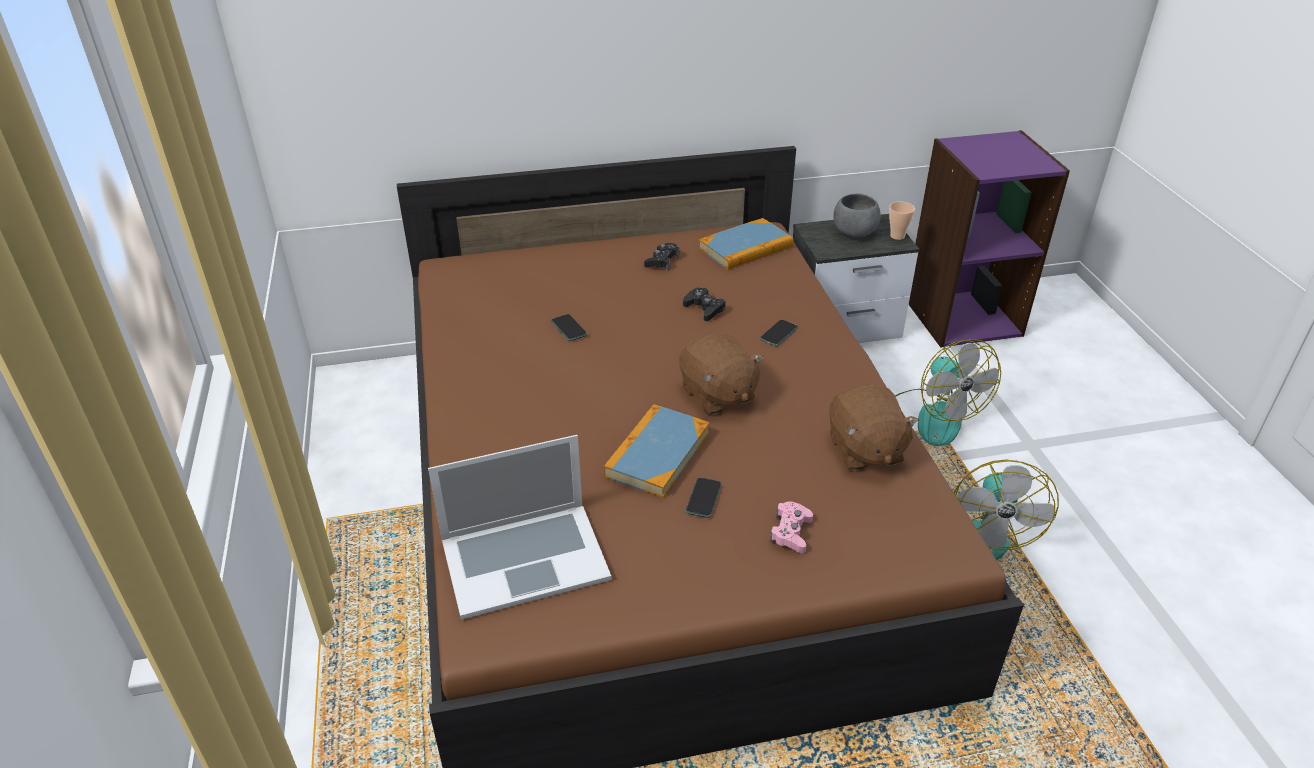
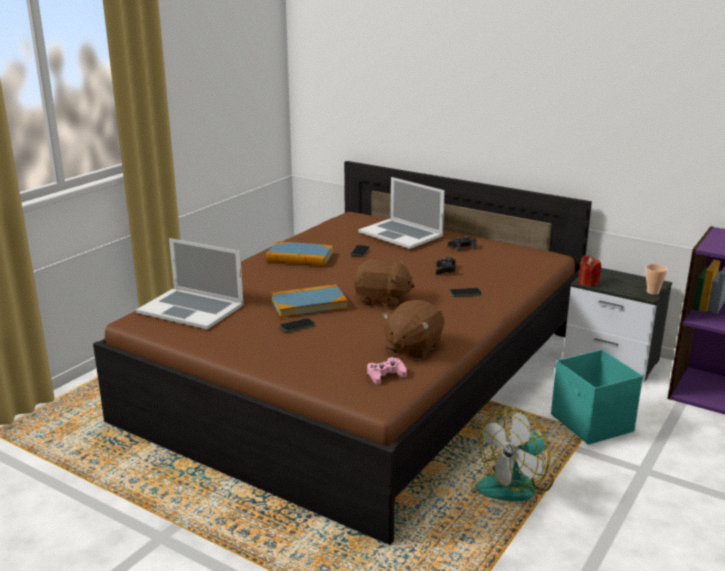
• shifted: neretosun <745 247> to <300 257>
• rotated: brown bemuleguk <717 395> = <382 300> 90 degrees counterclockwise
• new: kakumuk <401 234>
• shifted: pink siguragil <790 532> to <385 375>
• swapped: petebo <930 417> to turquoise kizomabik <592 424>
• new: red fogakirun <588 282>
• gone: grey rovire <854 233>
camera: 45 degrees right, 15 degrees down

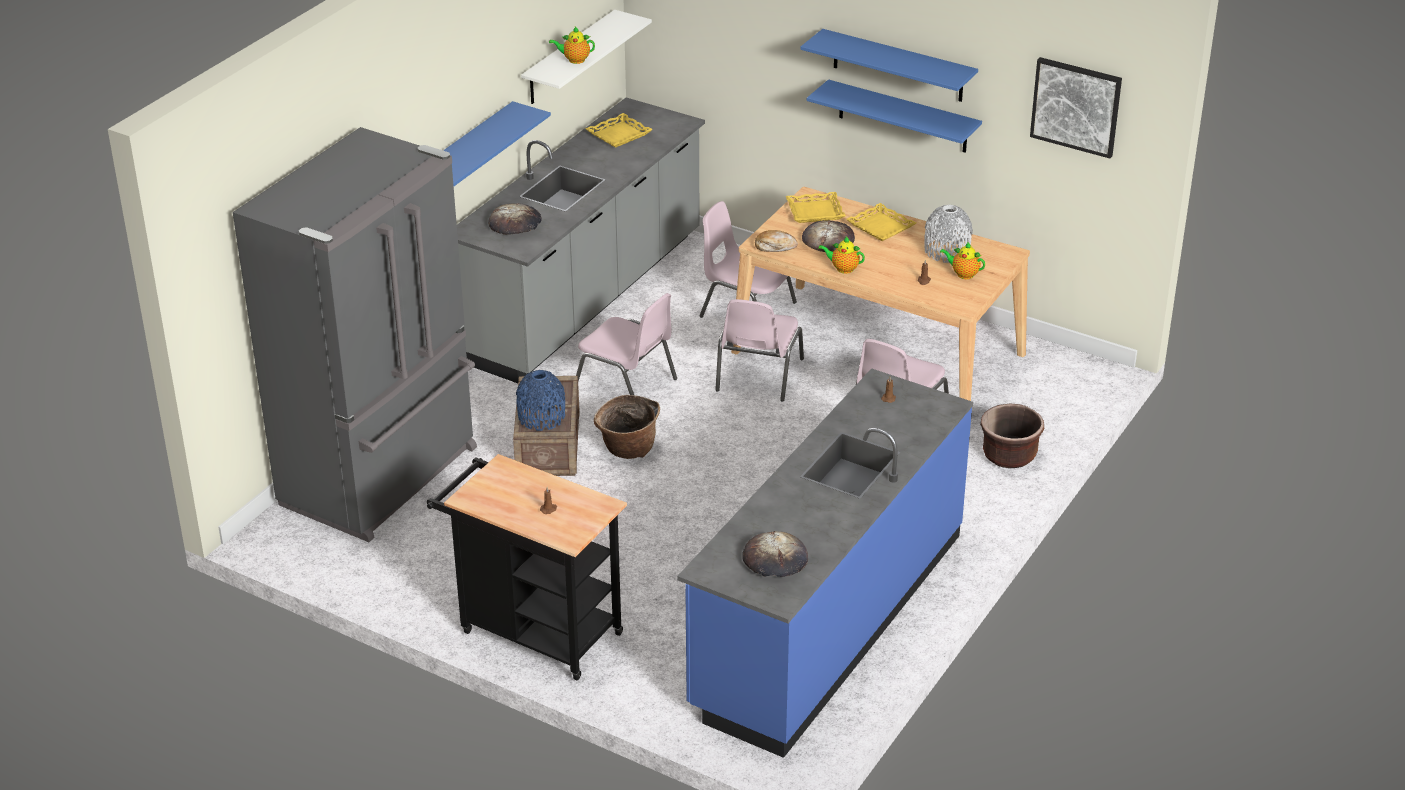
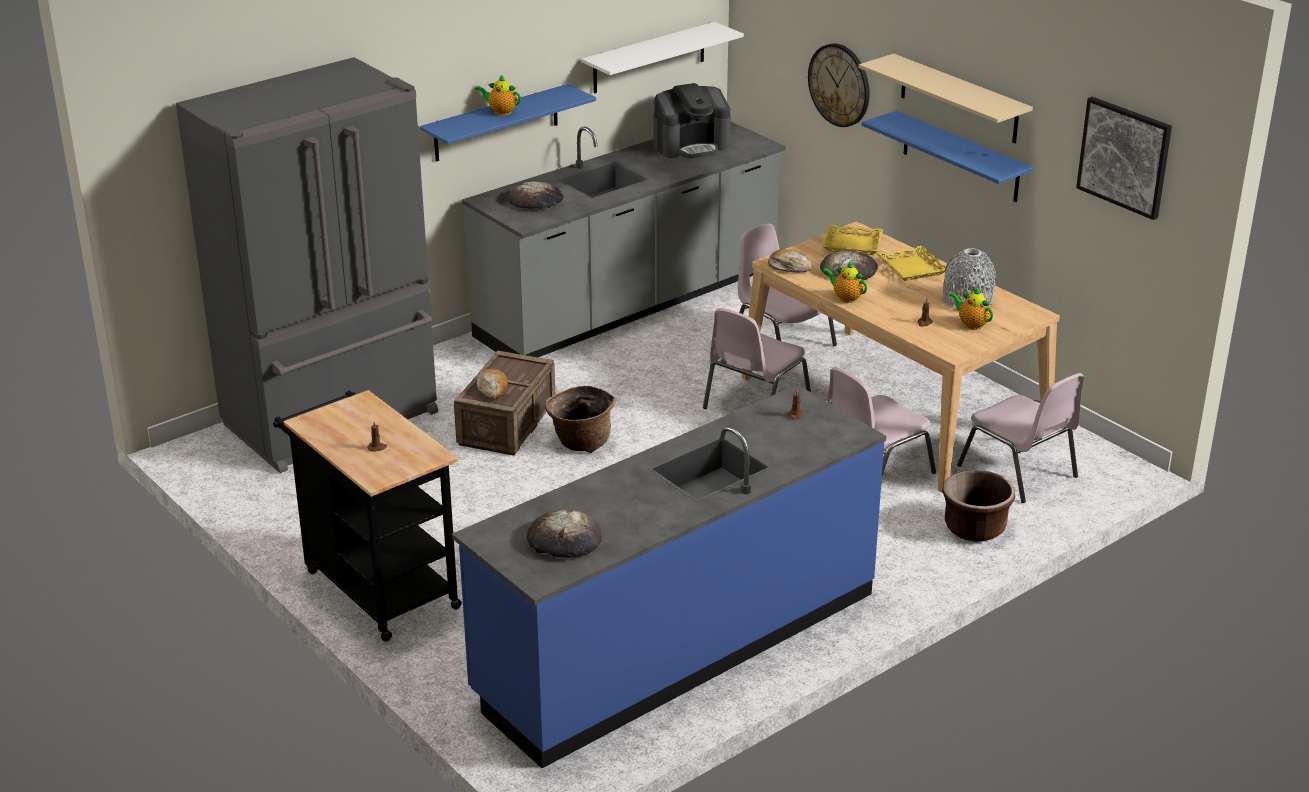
• shifted: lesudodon <574 60> to <501 112>
• swapped: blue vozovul <541 417> to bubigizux <493 389>
• swapped: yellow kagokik <618 134> to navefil <691 145>
• new: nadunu <839 85>
• repainted: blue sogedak <898 66> to beige sogedak <959 99>
• shifted: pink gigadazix <627 385> to <1019 472>
camera: 20 degrees right, 5 degrees down

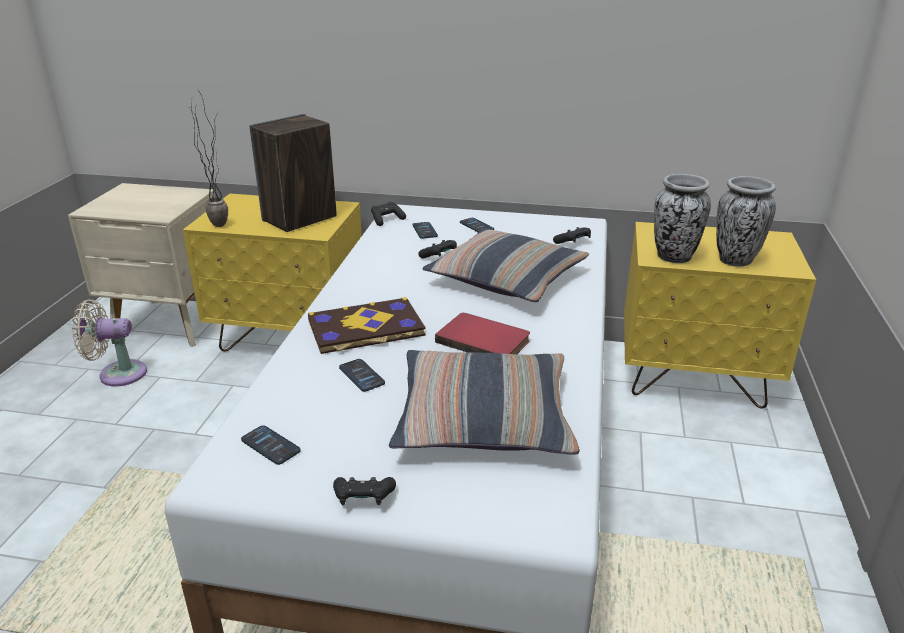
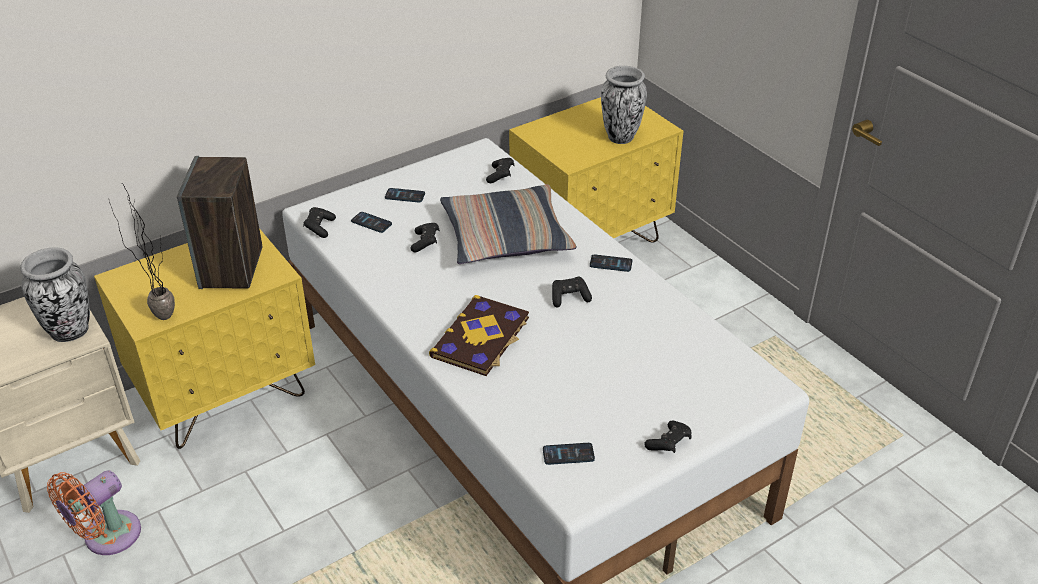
• shifted: vozovul <674 257> to <70 332>
• repainted: beige petebo <118 374> to orange petebo <107 537>
• swapped: red neretosun <484 340> to black siguragil <569 298>
• shifted: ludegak <361 376> to <610 264>
• gone: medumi <484 418>
camera: 45 degrees left, 10 degrees up

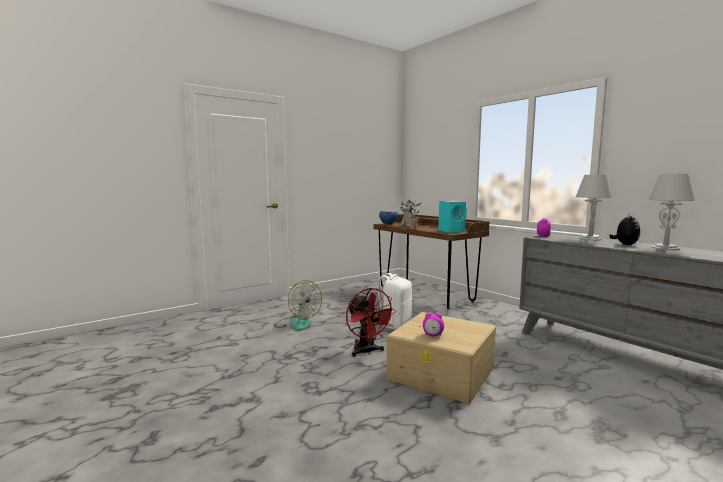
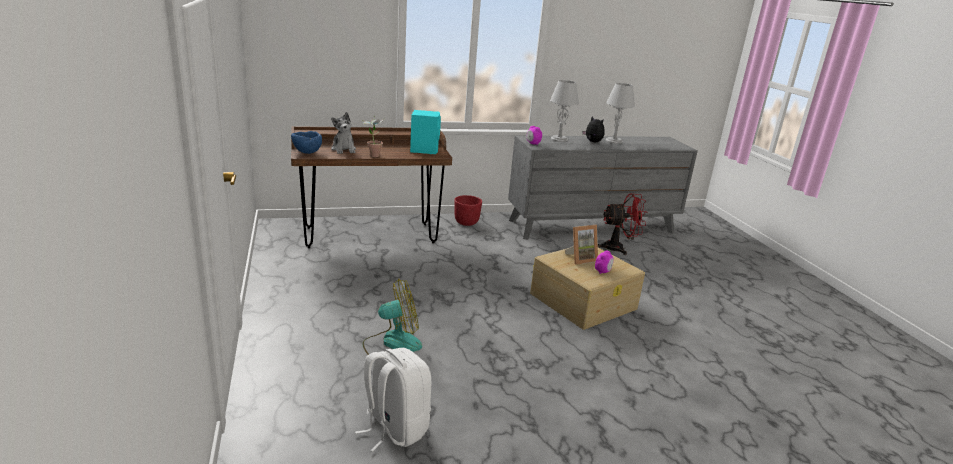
• shifted: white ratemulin <394 324> to <394 428>
• new: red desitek <466 223>
• new: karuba <580 259>
• shifted: red petebo <367 352> to <618 248>
camera: 70 degrees left, 15 degrees up

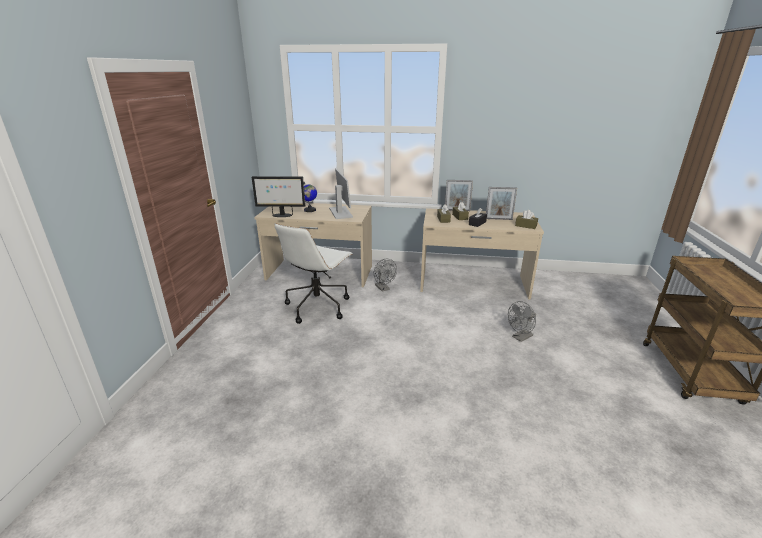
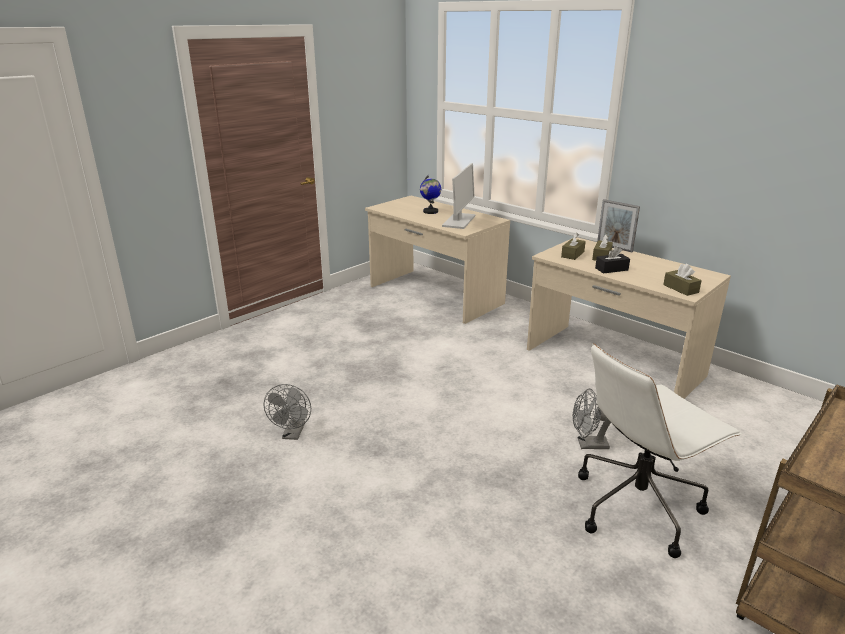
• shifted: grey petebo <383 288> to <293 434>
• shifted: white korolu <318 306> to <638 506>
• gone: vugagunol <281 215>
• gone: karuba <498 219>
camera: 35 degrees right, 0 degrees up

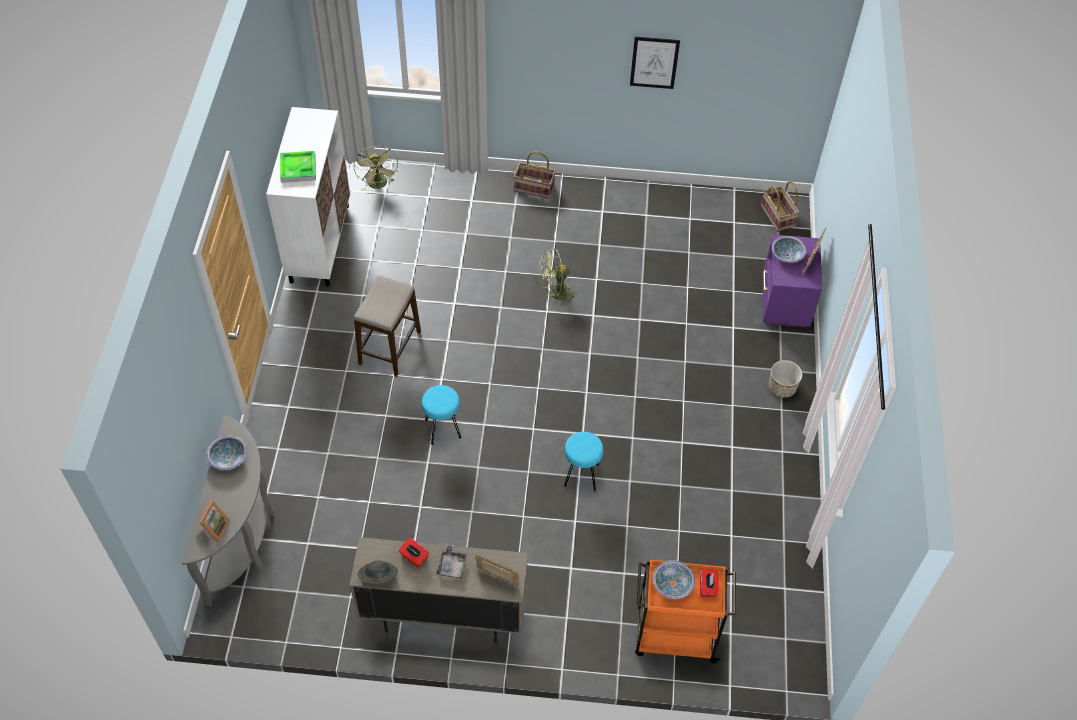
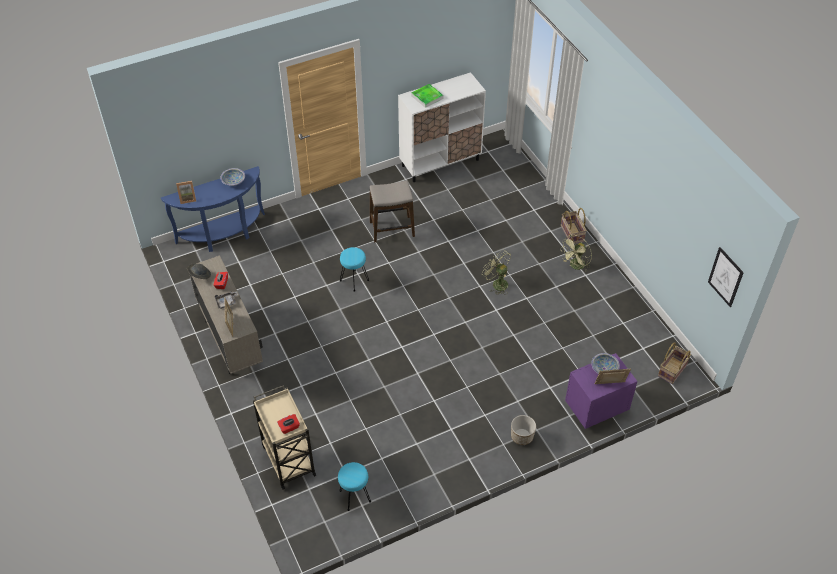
• repainted: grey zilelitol <244 539> to blue zilelitol <224 235>
• repainted: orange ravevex <674 636> to beige ravevex <288 459>
• shifted: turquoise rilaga <581 475> to <354 496>
• shifted: green petebo <379 185> to <575 266>
• shifted: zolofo <654 62> to <725 277>
• gone: rovire <672 584>
camera: 60 degrees right, 5 degrees down

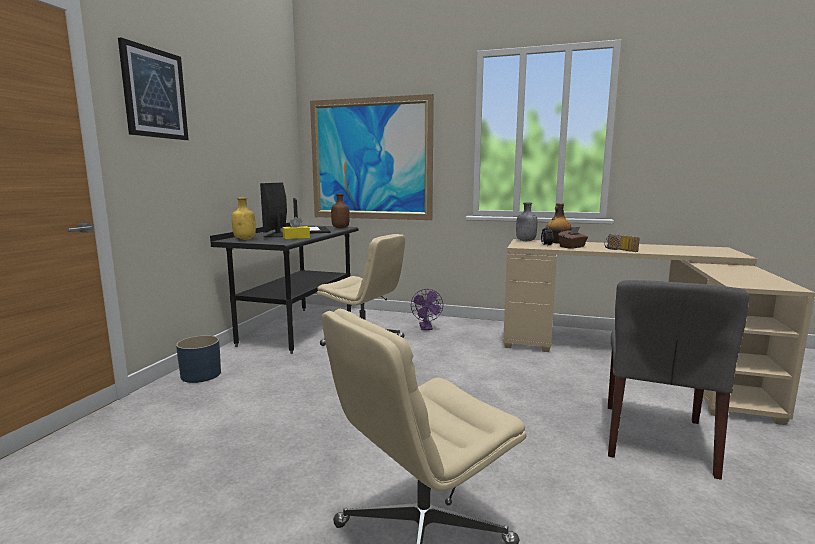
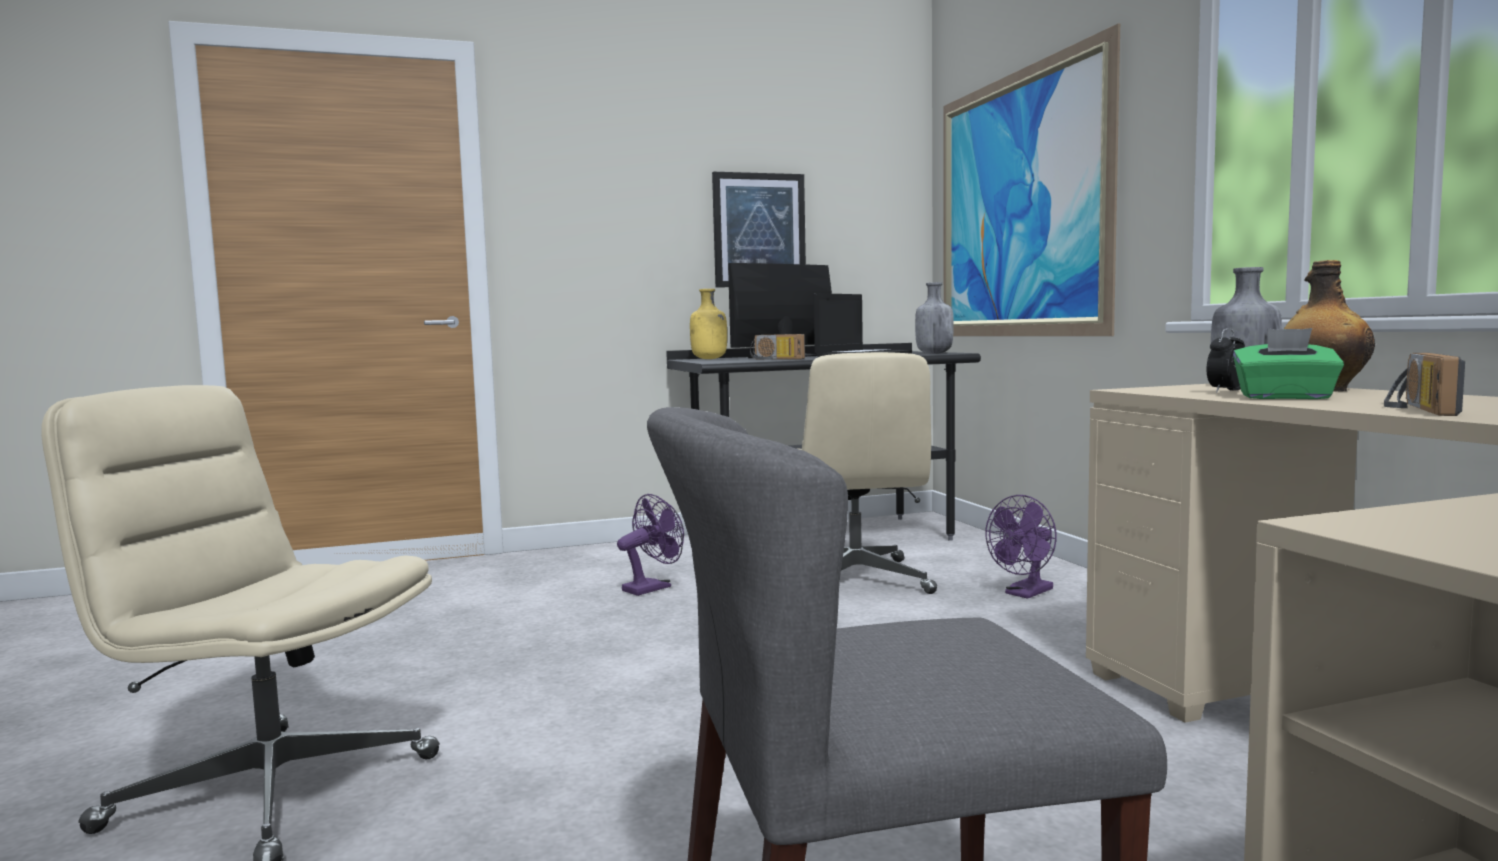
• new: purple petebo <652 587>
• shifted: zolofo <154 93> to <759 230>
• swapped: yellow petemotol <296 237> to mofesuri <775 359>
• repainted: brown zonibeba <340 228> to grey zonibeba <933 353>
• repainted: brown petemotol <572 247> to green petemotol <1285 397>
• gone: blue desitek <201 374>
camera: 55 degrees right, 5 degrees down

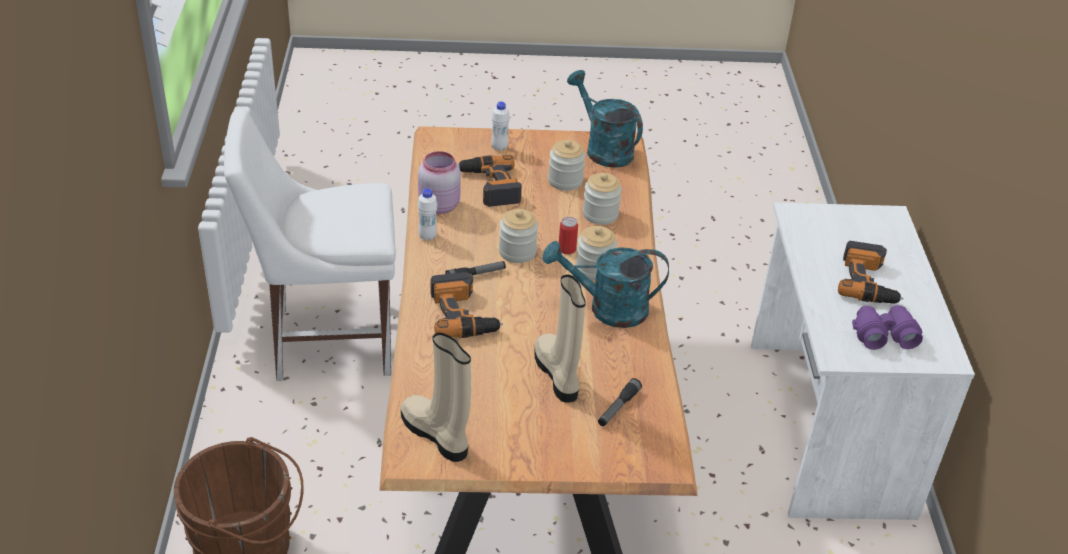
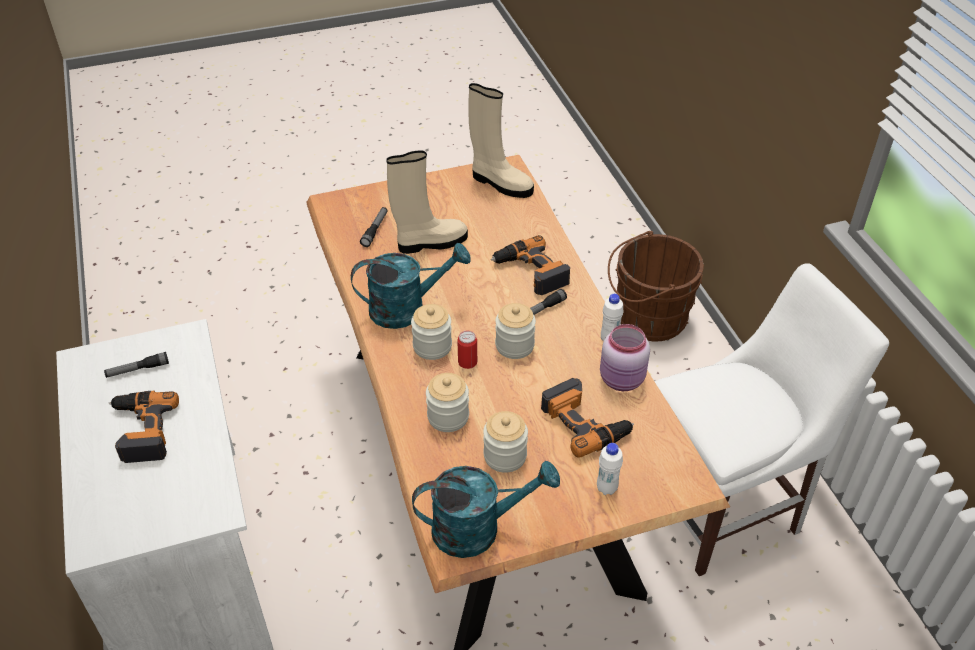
• swapped: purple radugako <883 334> to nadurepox <138 369>
• rotated: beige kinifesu <558 374> = <430 242> 75 degrees counterclockwise
• rotated: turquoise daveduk <603 148> = <478 528> 45 degrees counterclockwise
camera: 165 degrees right, 5 degrees up

